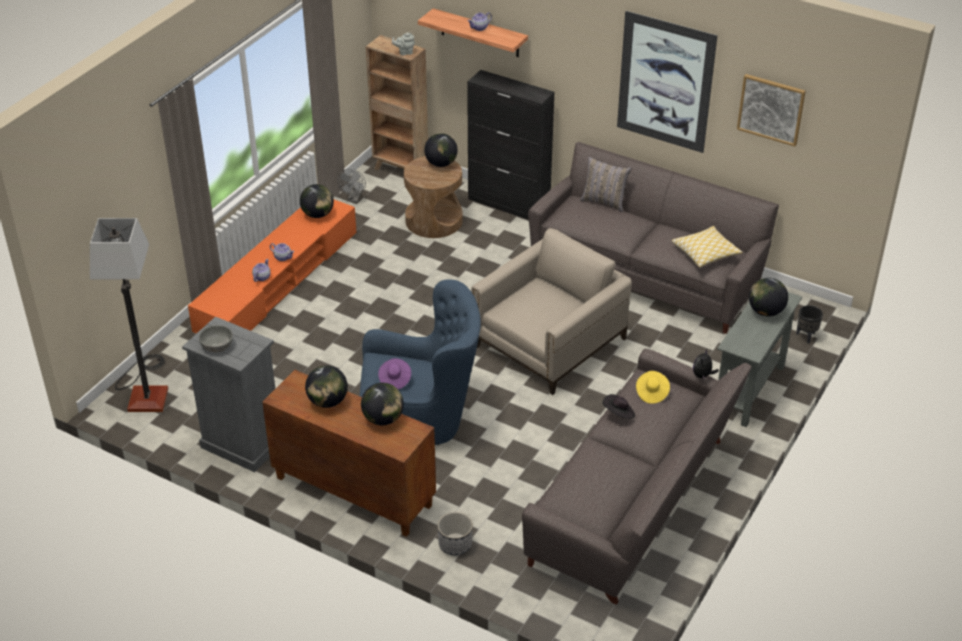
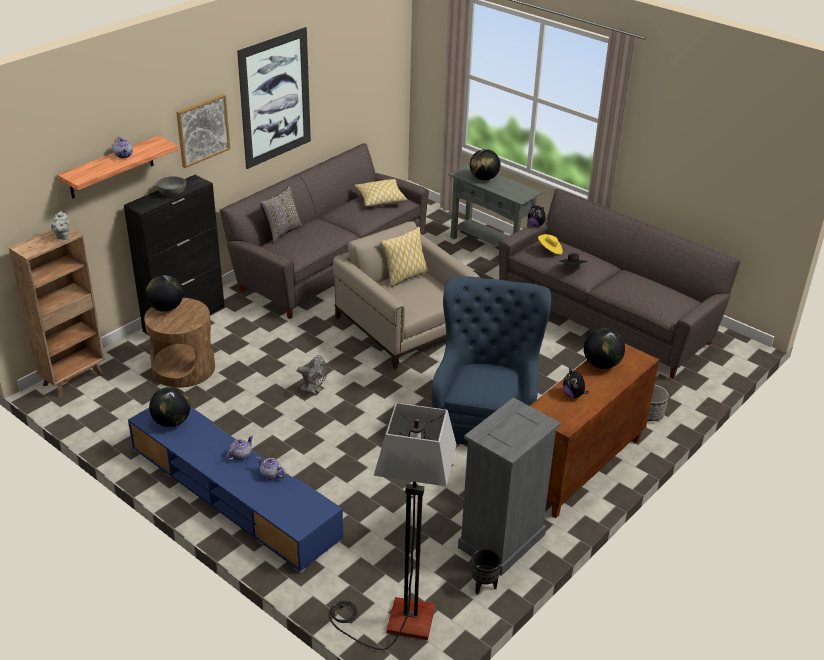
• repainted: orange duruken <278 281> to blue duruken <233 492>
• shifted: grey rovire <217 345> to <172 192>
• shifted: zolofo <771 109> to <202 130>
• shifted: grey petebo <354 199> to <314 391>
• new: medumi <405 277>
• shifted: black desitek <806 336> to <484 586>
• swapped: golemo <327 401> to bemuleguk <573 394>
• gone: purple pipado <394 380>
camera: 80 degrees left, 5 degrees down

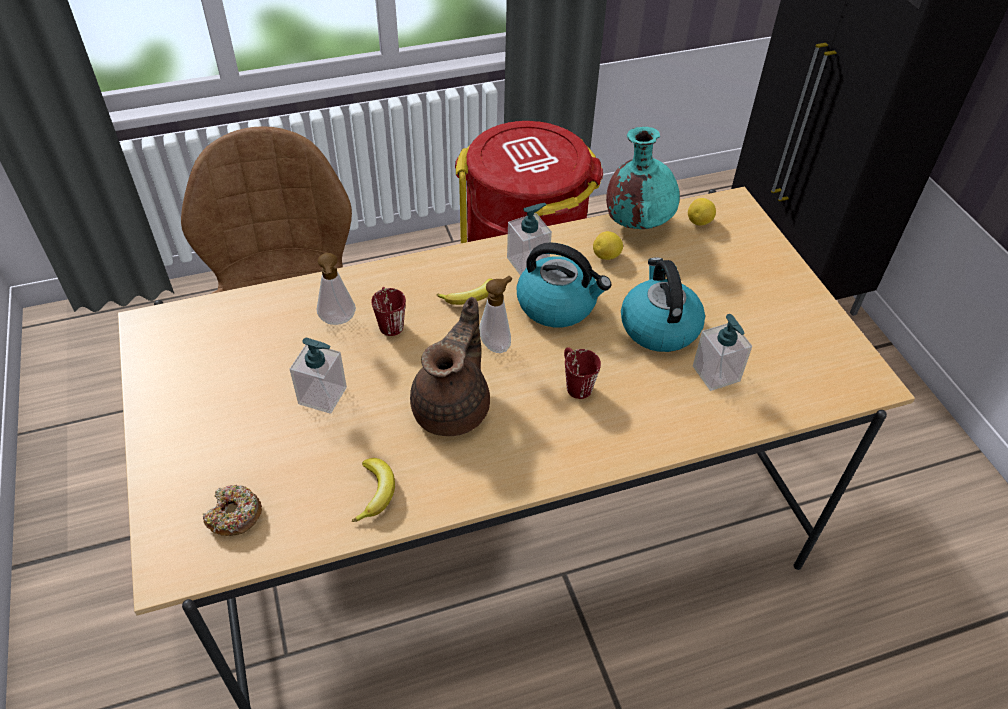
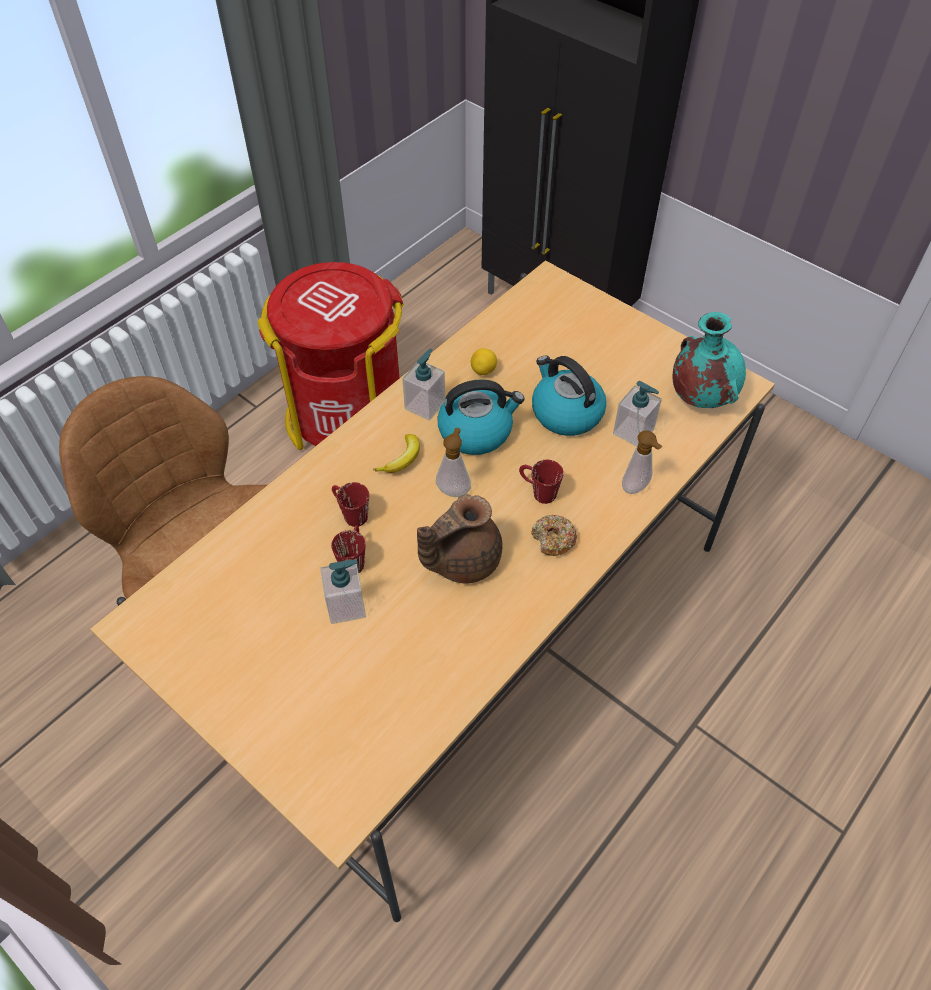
• new: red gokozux <353 558>
• rotated: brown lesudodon <453 408> = <461 560> 120 degrees counterclockwise
• shifted: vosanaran <234 516> to <553 540>
• shifted: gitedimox <338 322> to <637 488>
• shifted: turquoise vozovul <637 223> to <700 396>
• gone: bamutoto <375 492>
• gone: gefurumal <699 222>
camera: 30 degrees left, 5 degrees up

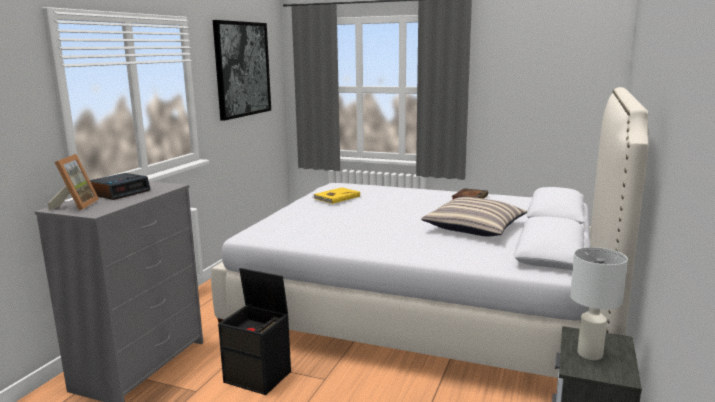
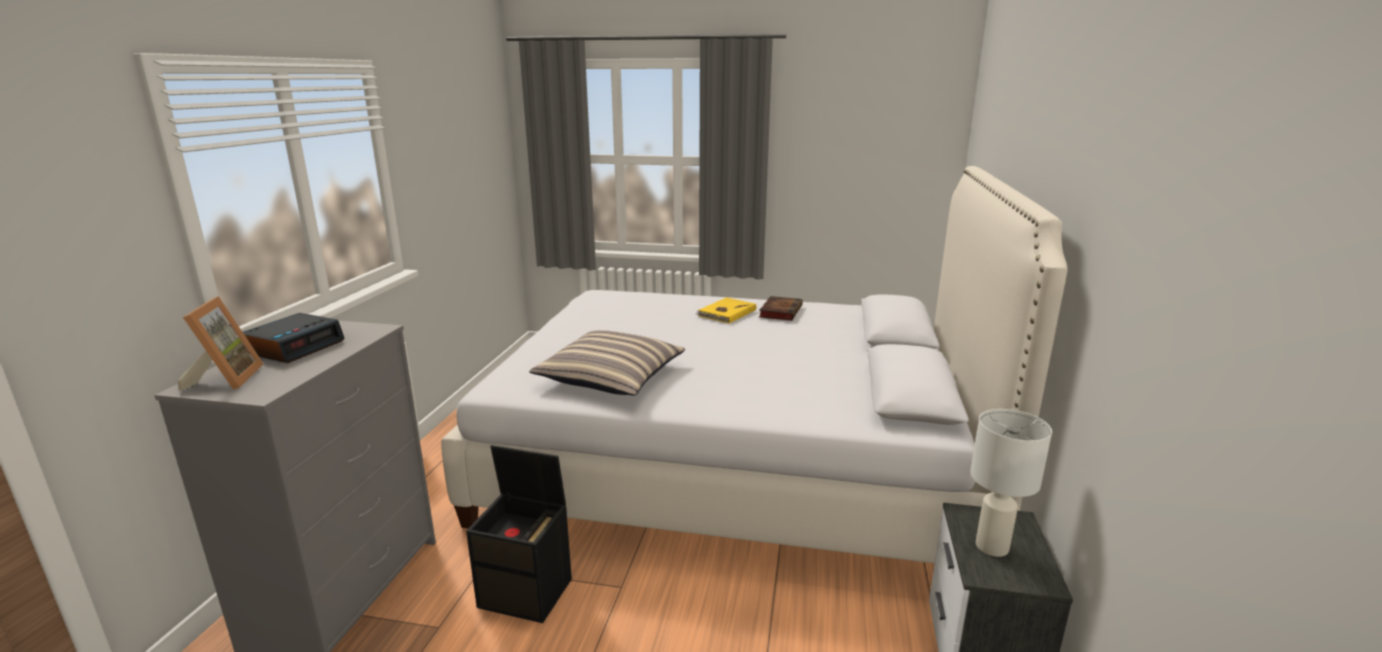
• shifted: medumi <474 228> to <611 377>
• shifted: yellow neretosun <336 197> to <726 313>
• gone: zolofo <242 69>
camera: 10 degrees left, 5 degrees up

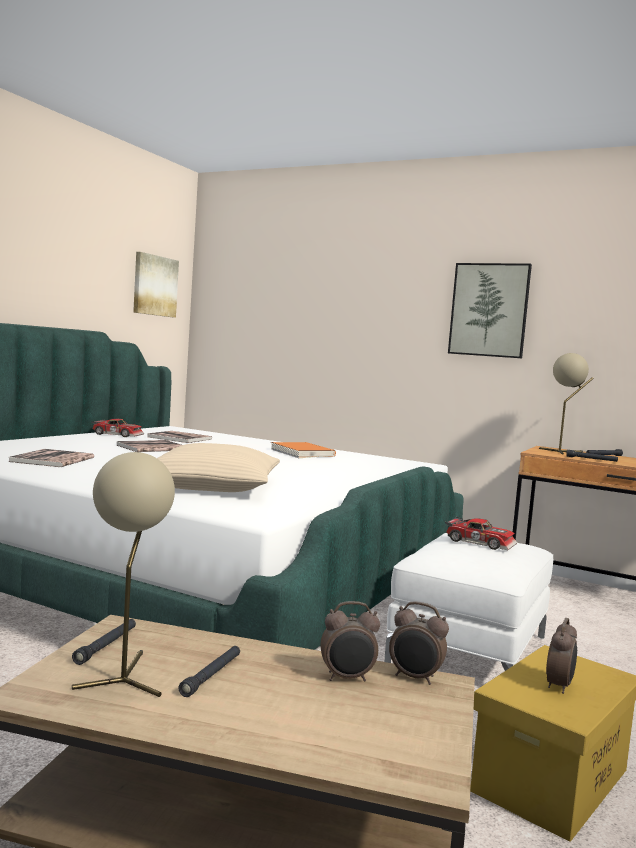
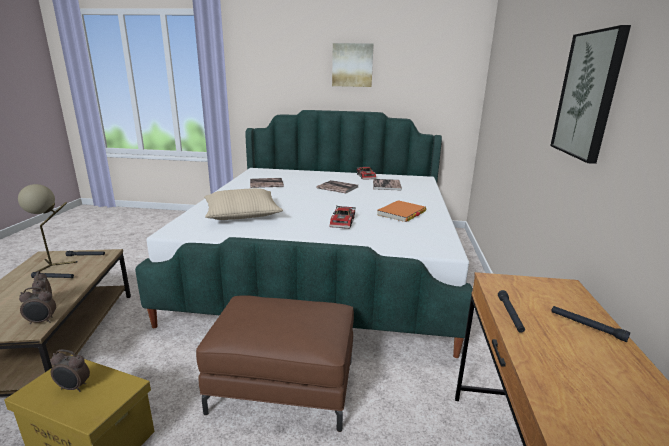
• rotated: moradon <415 678> = <42 321> 105 degrees counterclockwise
• repainted: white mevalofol <469 649> to brown mevalofol <283 386>
• shifted: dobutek <480 542> to <344 222>
• shifted: zolofo <154 285> to <352 65>
• gone: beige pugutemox <562 452>
camera: 70 degrees right, 15 degrees up

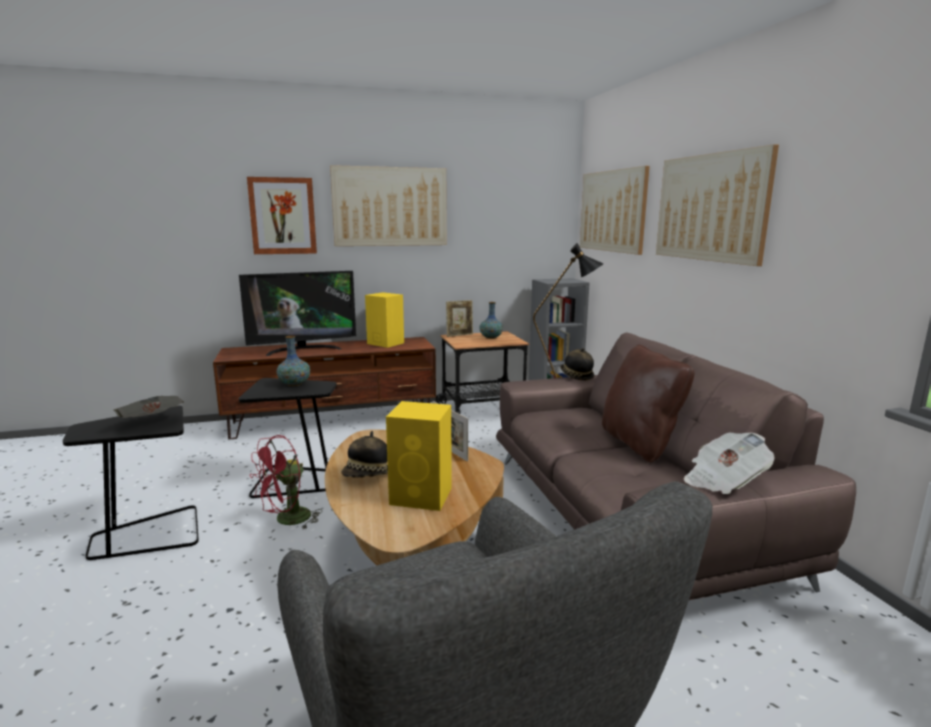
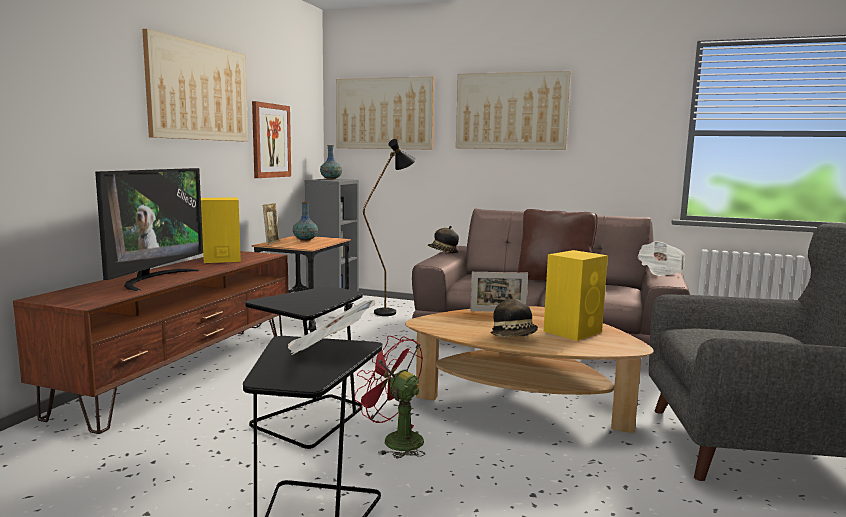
• shifted: zolofo <283 216> to <270 140>
• shifted: vozovul <294 384> to <331 179>
• rotated: red petebo <287 520> = <395 440> 135 degrees clockwise
camera: 55 degrees left, 5 degrees down

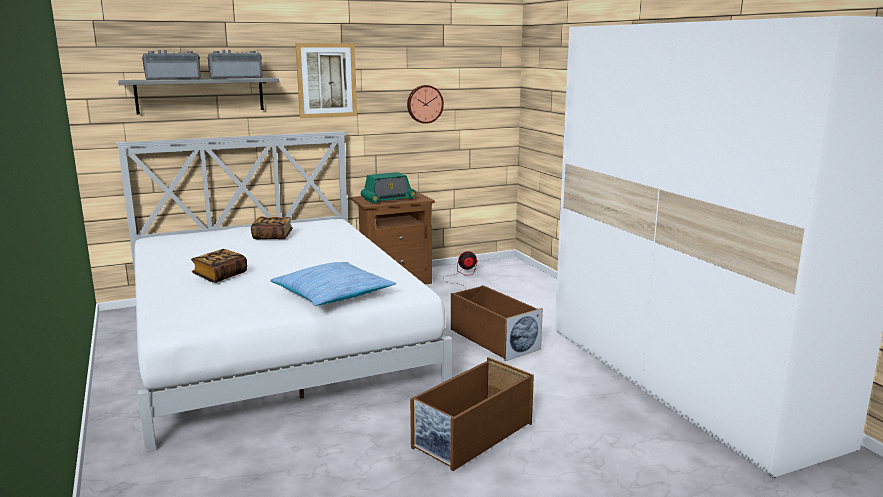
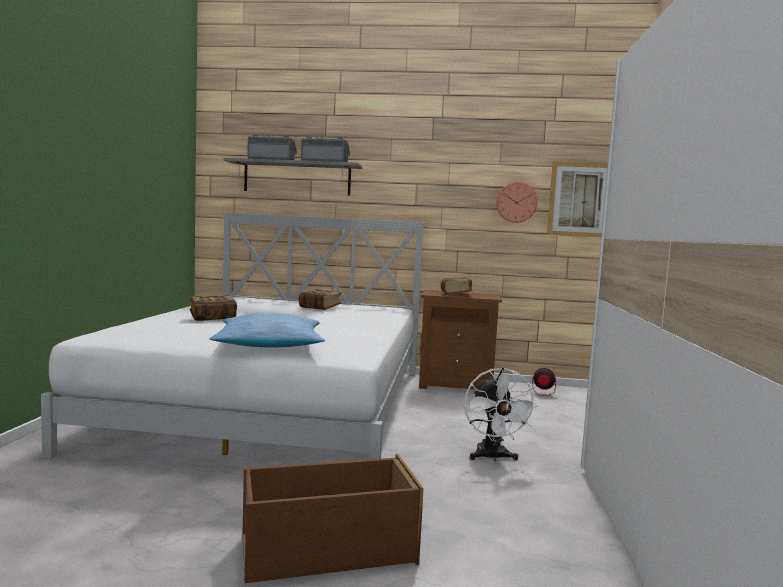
• swapped: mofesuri <388 199> to neretosun <456 294>
• swapped: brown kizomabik <493 339> to white petebo <492 457>
• shifted: zolofo <326 80> to <580 199>
camera: 30 degrees right, 10 degrees down

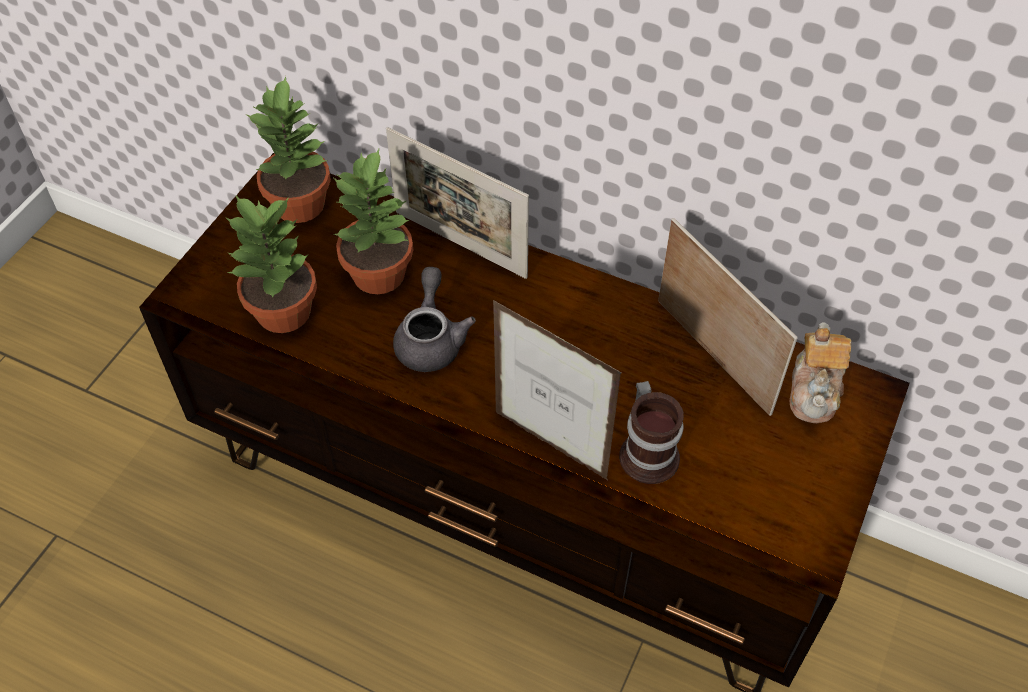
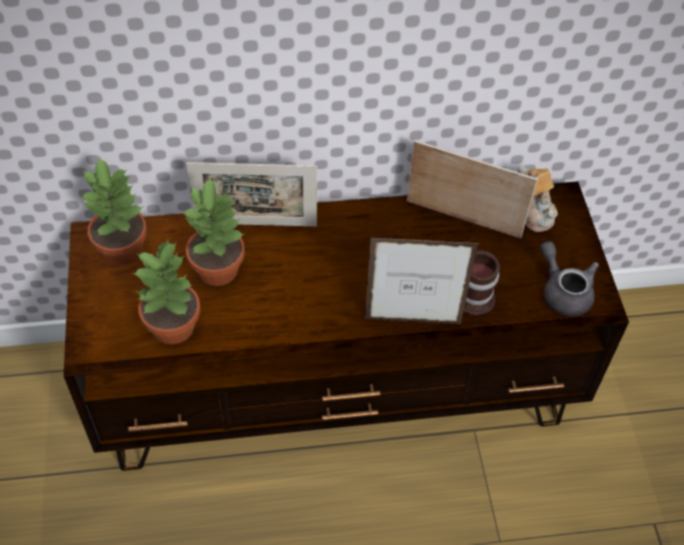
• shifted: grey lesudodon <431 339> to <563 291>
camera: 35 degrees left, 0 degrees up

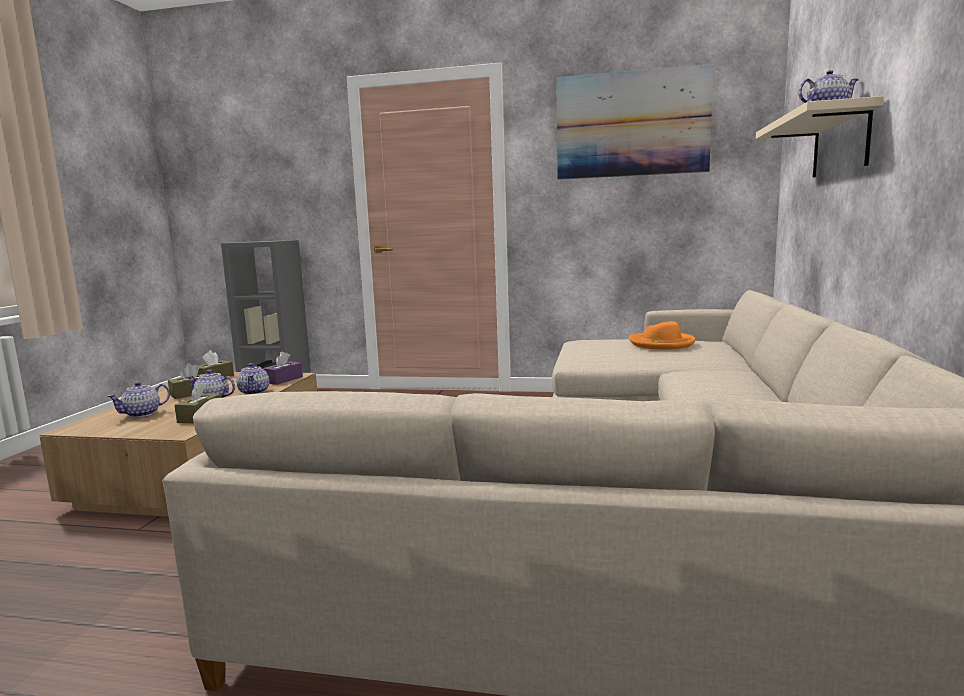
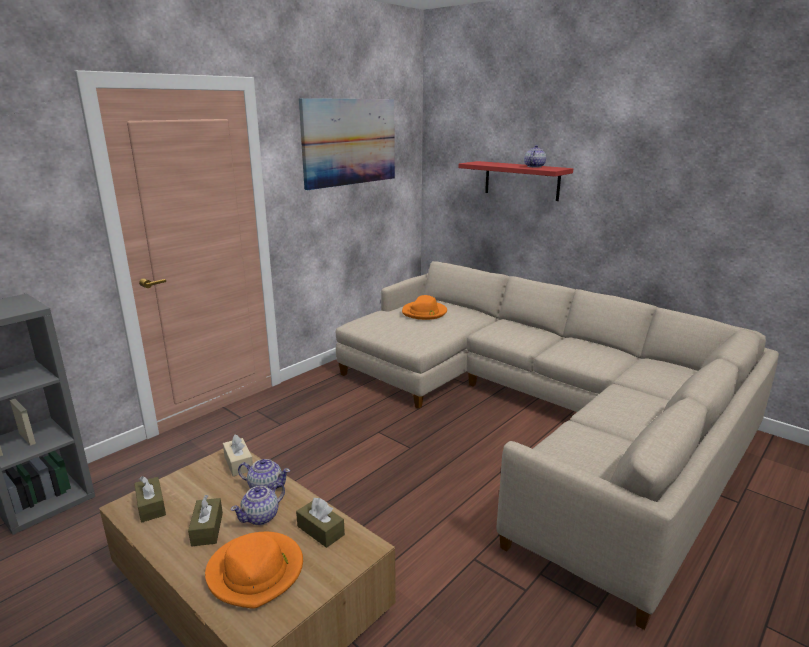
• swapped: lesudodon <142 414> to orange pipado <256 571>
• repainted: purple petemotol <283 380> to beige petemotol <238 463>
• repainted: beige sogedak <840 143> to red sogedak <521 180>
camera: 60 degrees left, 10 degrees up

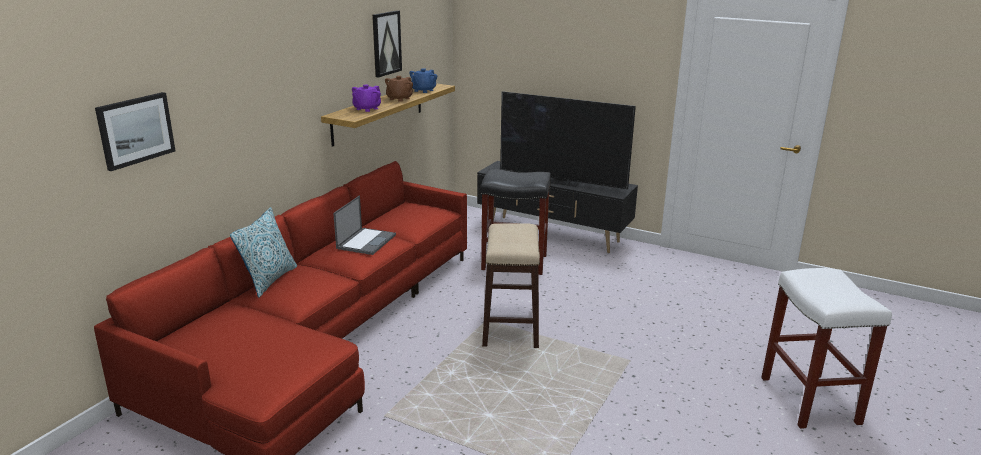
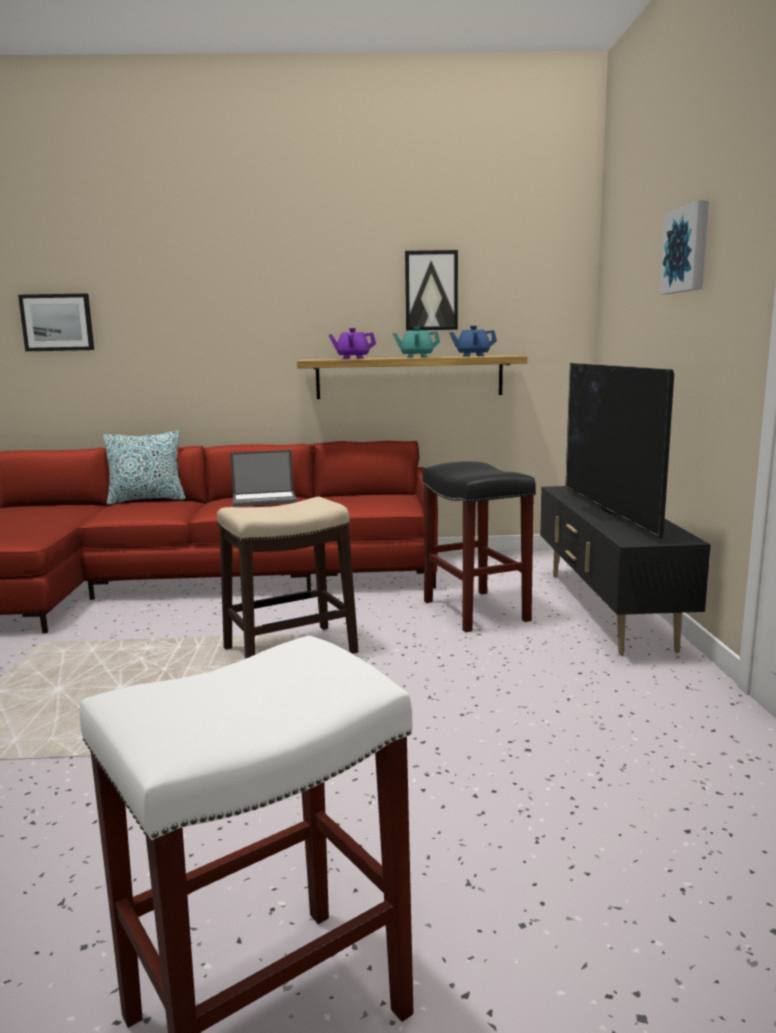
• repainted: brown lesudodon <399 99> to turquoise lesudodon <416 357>
• new: zolofo <687 250>
camera: 60 degrees right, 10 degrees down

